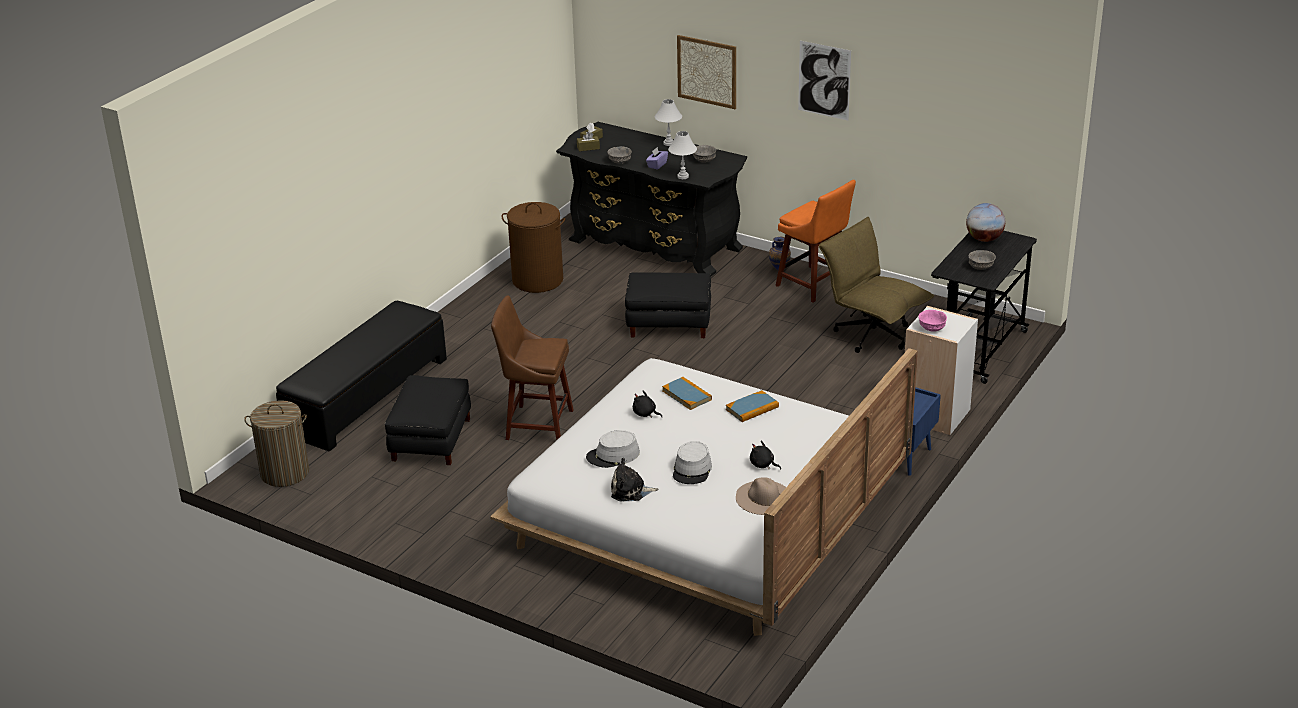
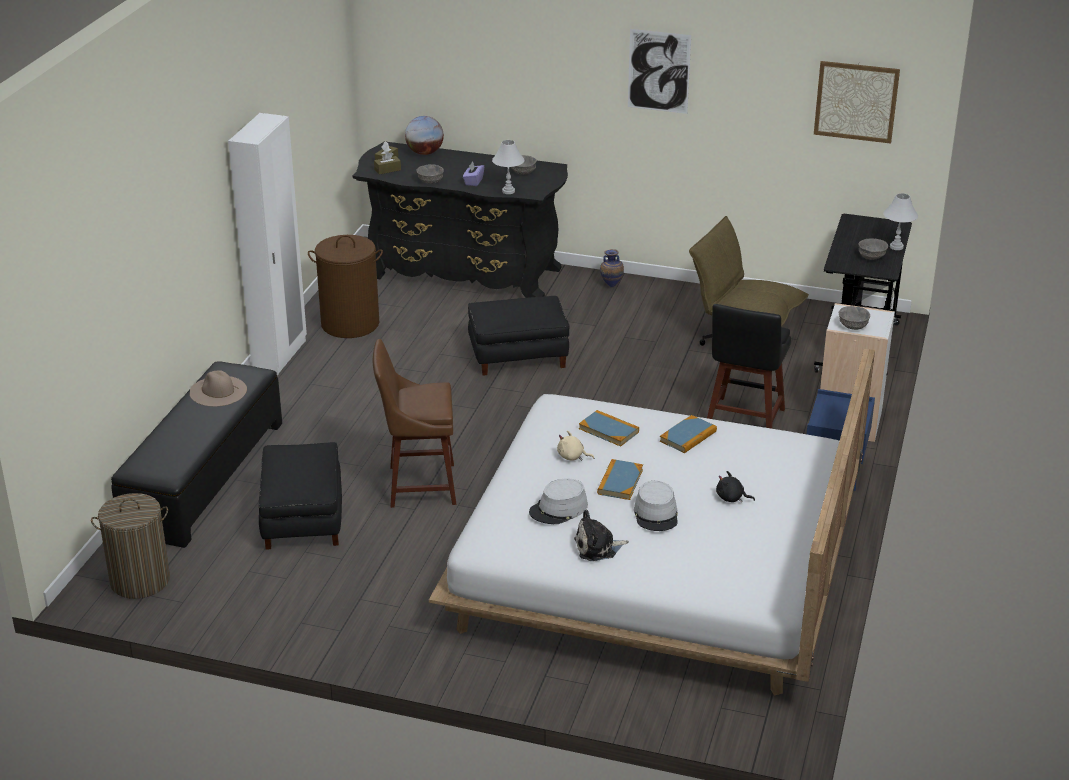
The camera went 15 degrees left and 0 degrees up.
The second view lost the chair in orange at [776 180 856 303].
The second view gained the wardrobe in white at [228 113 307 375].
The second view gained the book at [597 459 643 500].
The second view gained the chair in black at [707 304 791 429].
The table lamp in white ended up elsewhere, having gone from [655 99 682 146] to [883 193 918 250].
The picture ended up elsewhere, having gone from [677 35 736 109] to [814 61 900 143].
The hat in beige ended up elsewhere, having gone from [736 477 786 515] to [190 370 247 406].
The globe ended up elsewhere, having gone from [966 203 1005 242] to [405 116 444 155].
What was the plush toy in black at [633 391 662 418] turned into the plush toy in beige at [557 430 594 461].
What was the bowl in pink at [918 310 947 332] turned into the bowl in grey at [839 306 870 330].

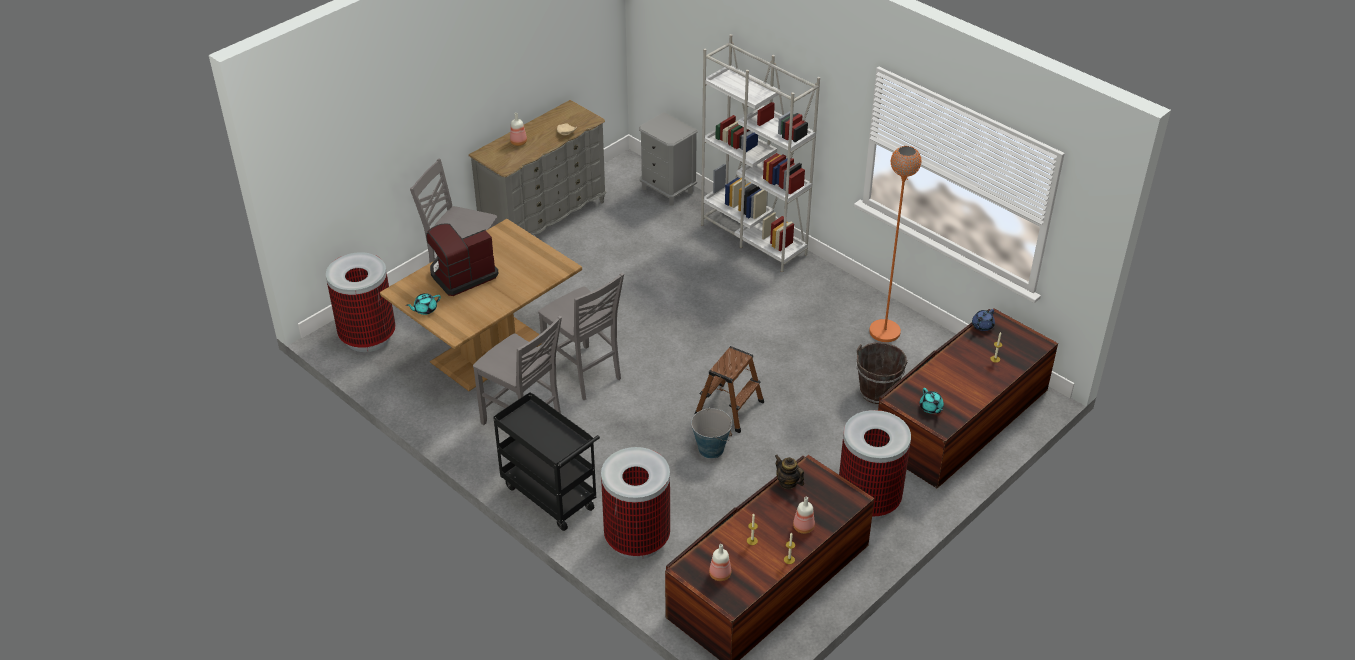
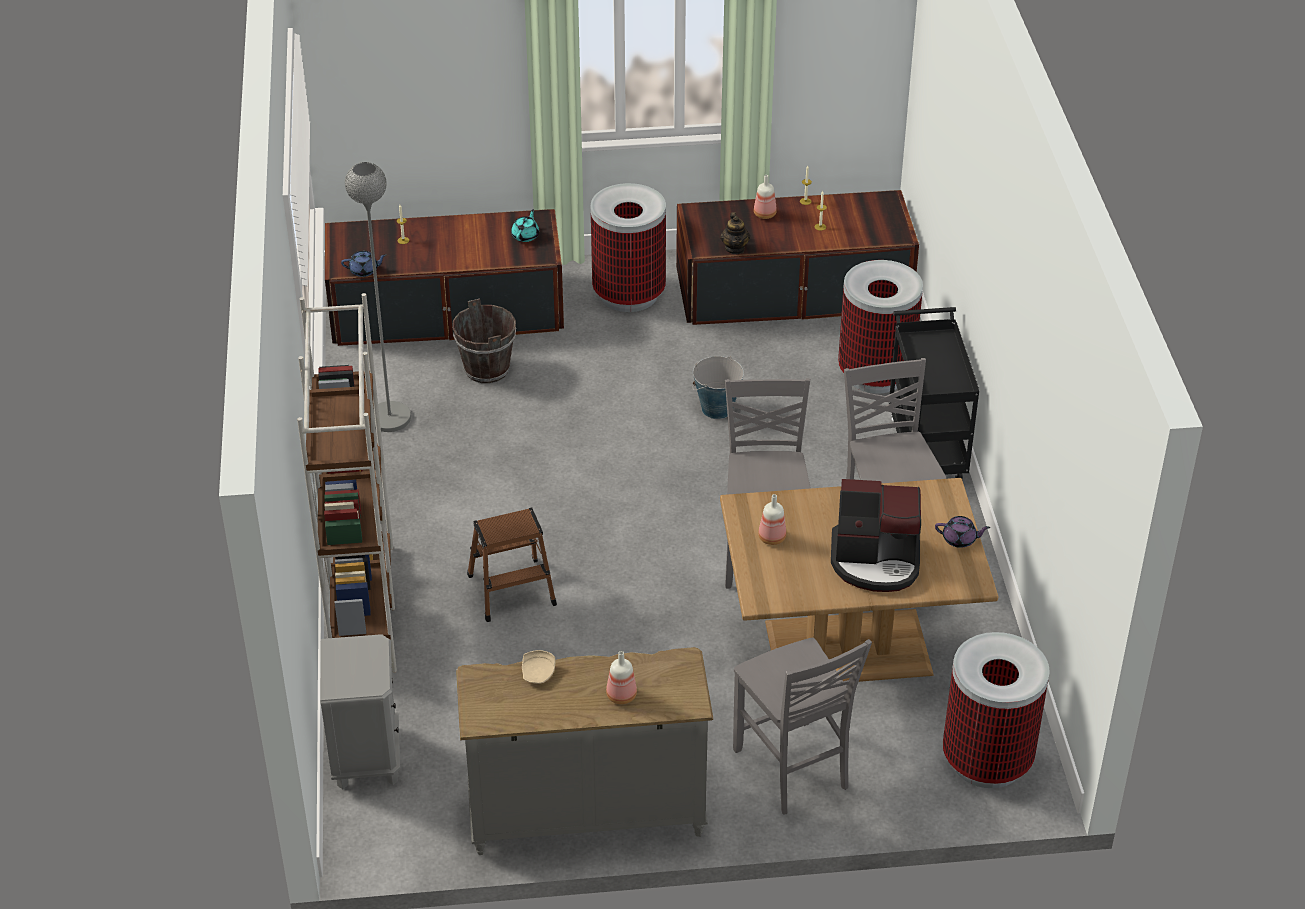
The camera went 140 degrees left and 0 degrees up.
The step ladder in brown ended up elsewhere, having gone from [695 346 764 433] to [467 507 557 622].
The bottle ended up elsewhere, having gone from [709 544 731 581] to [758 494 786 545].
What was the teapot in turquoise at [406 293 441 315] turned into the teapot in purple at [935 516 990 548].
What was the bookcase in white at [701 34 820 272] turned into the bookcase in brown at [297 293 397 673].
What was the floor lamp in orange at [869 146 921 342] turned into the floor lamp in grey at [345 162 411 432].

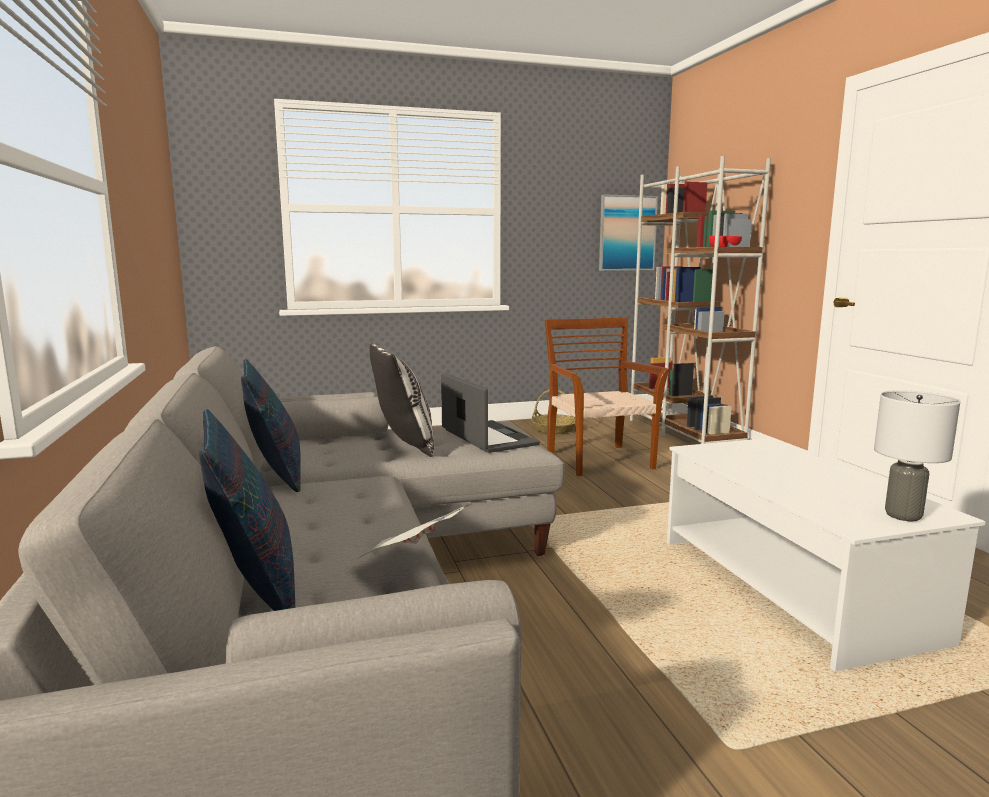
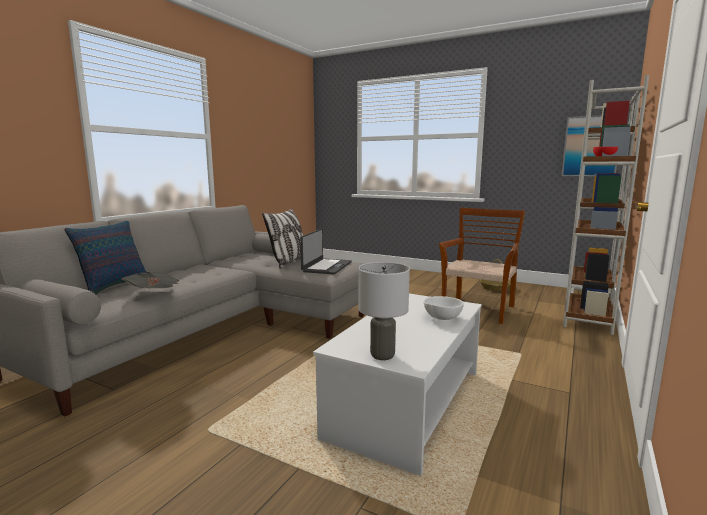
The camera went 45 degrees right and 0 degrees up.
The second view lost the pillow in blue at [241 359 301 492].
The second view gained the bowl in white at [424 296 464 320].

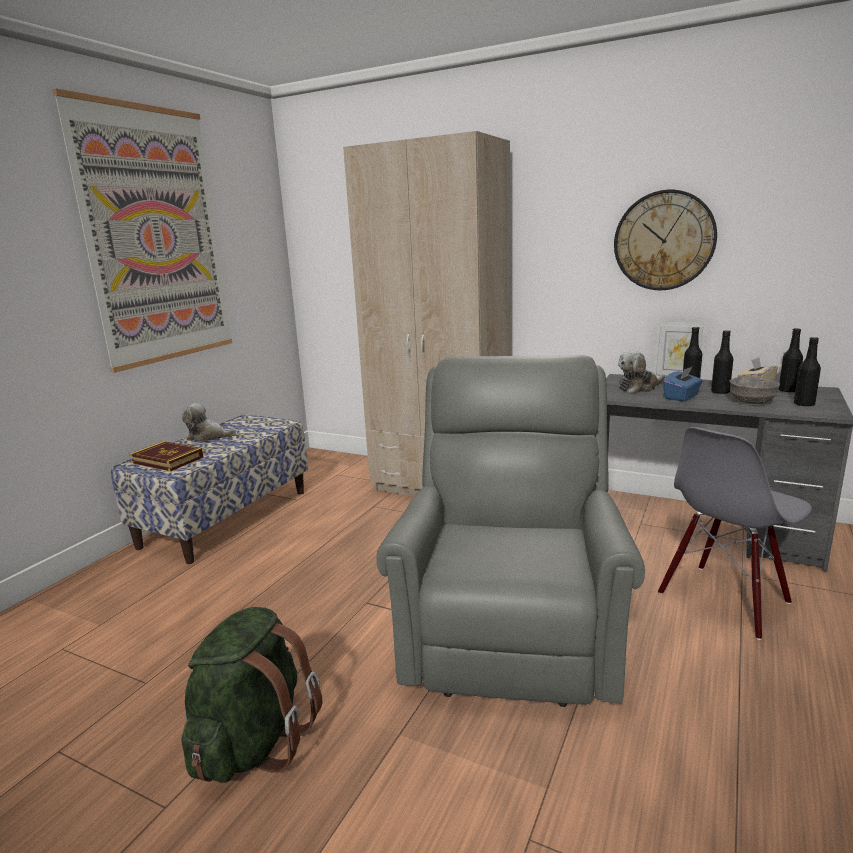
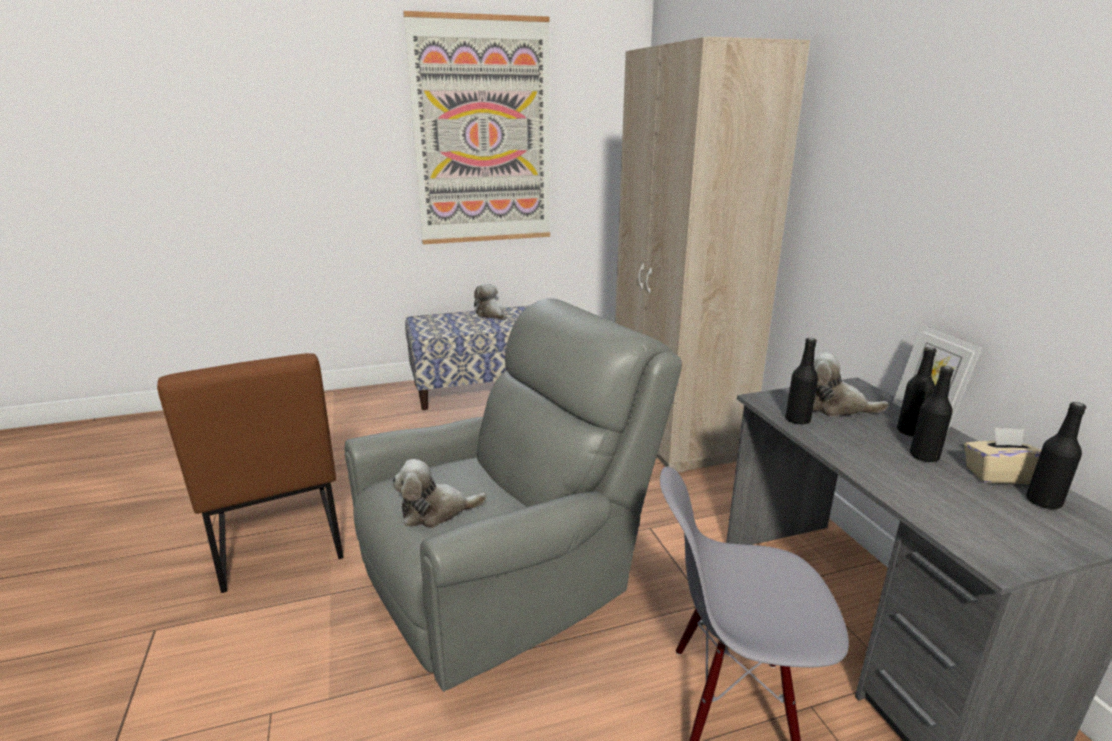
The camera went 45 degrees right and 5 degrees up.
The second view lost the book at [129 441 204 472].
The second view lost the wall clock at [614 190 717 290].
The second view lost the tissue box in blue at [663 366 703 402].
The second view lost the bowl in grey at [729 377 780 404].
The second view gained the plush toy at [392 459 487 528].
The bottle in black ended up elsewhere, having gone from [794 337 821 406] to [785 338 818 425].
Where the backpack in green stood at [182 607 322 783], the chair in brown came to stand at [157 353 344 593].

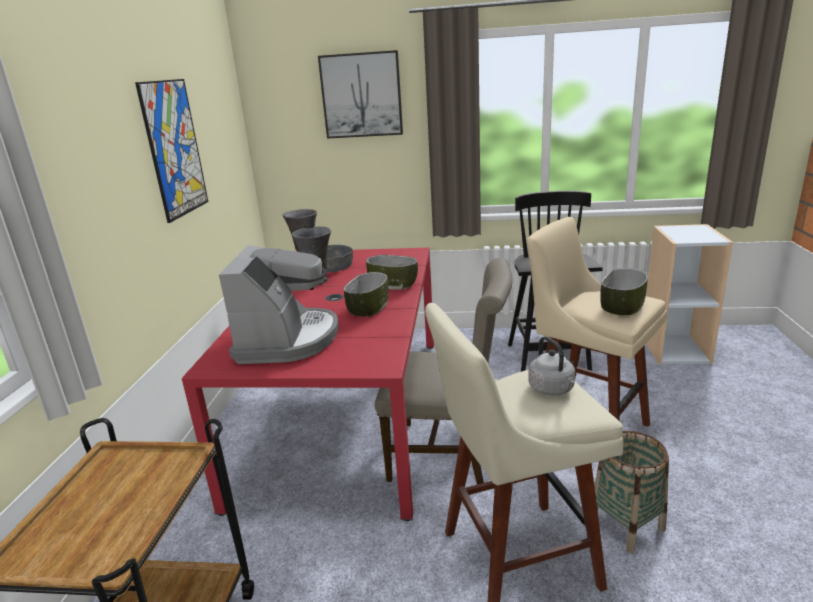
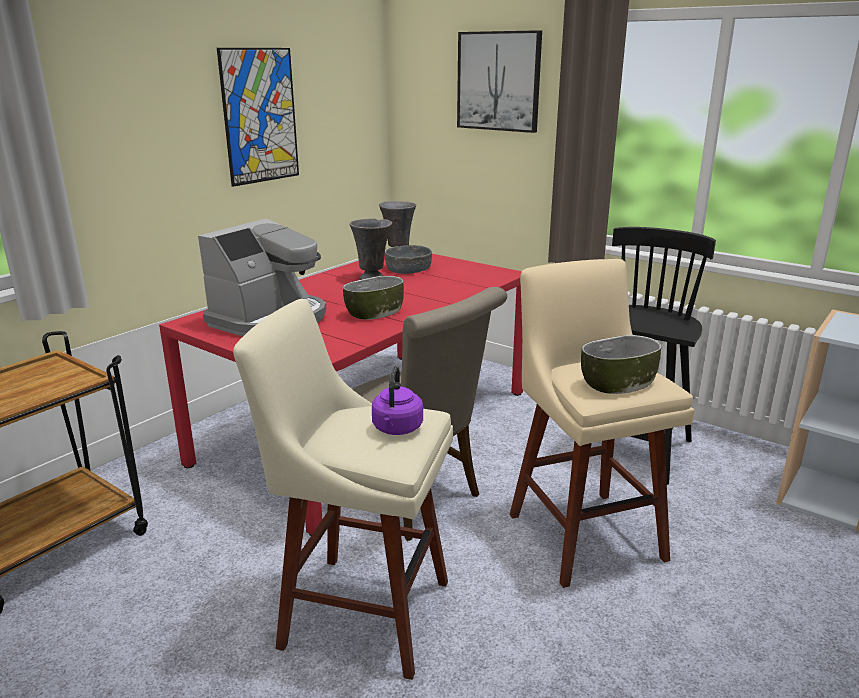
The camera went 30 degrees right and 0 degrees up.
The second view lost the bowl at [366 255 418 290].
The second view lost the basket at [594 431 669 553].
What was the kettle in grey at [528 336 575 396] turned into the kettle in purple at [372 366 423 435].

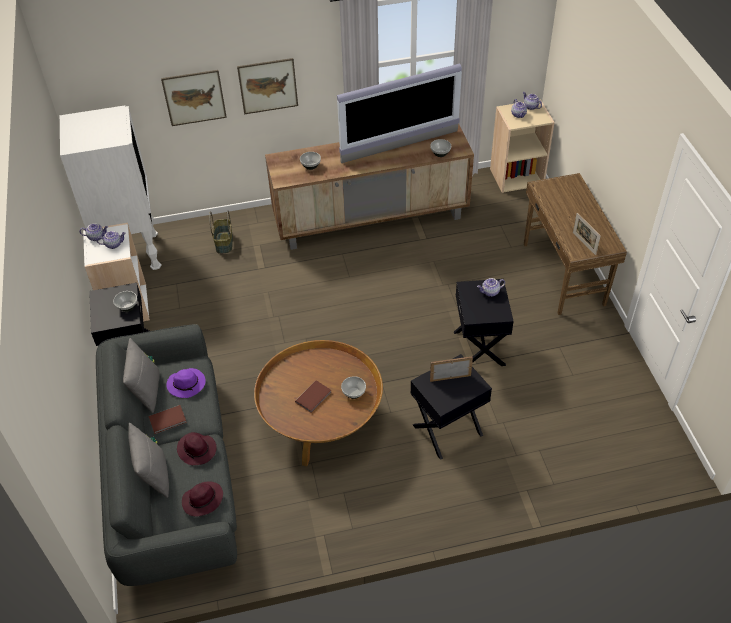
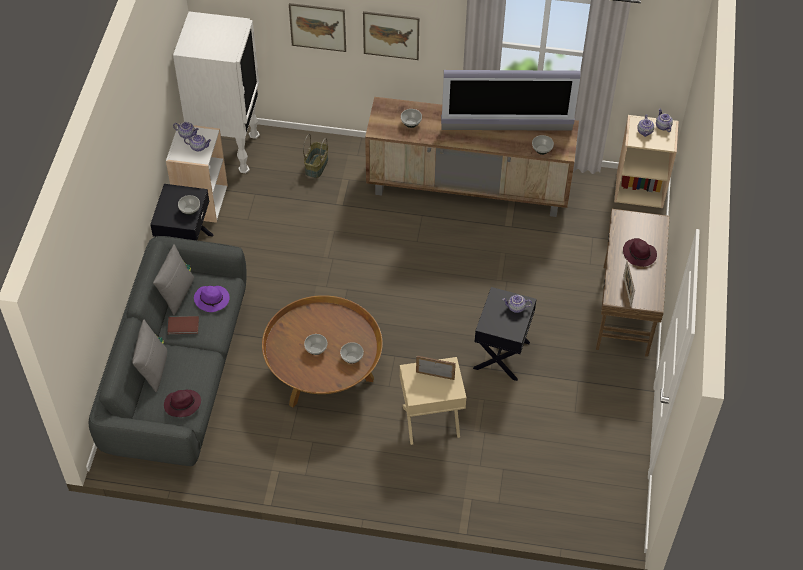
The camera went 20 degrees right and 5 degrees up.
The hat in purple ended up elsewhere, having gone from [177 432 216 465] to [623 238 657 267].
Where the book in brown stood at [295 380 331 413], the bowl came to stand at [304 334 327 355].
What was the side table in black at [410 354 492 460] turned into the side table in beige at [400 357 467 445].

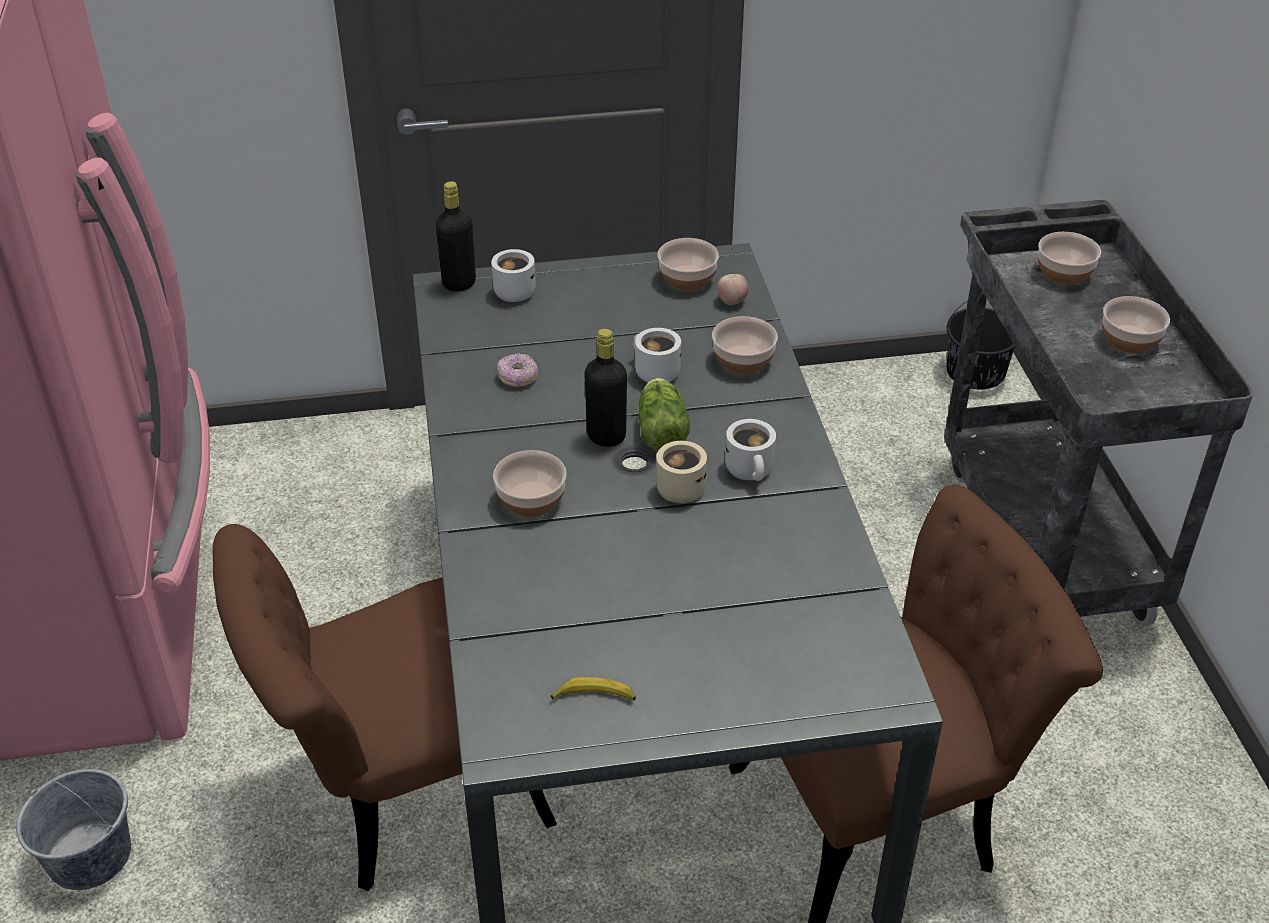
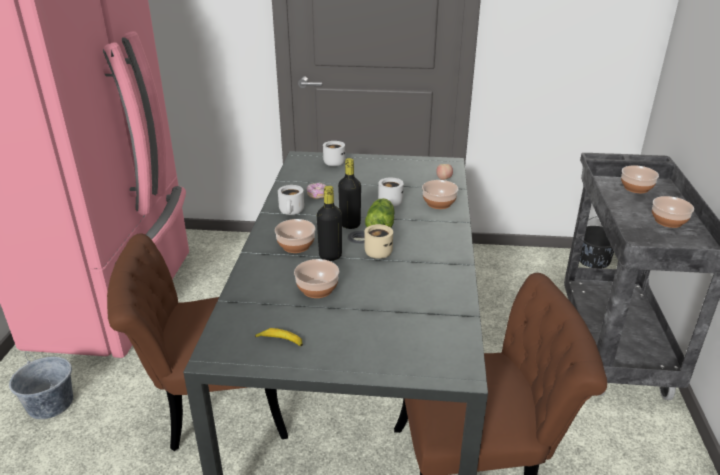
The camera went 15 degrees right and 10 degrees down.
The bottle in black ended up elsewhere, having gone from [435 181 476 292] to [317 186 342 261].
The bowl ended up elsewhere, having gone from [657 238 719 291] to [294 259 339 298].
The mug in white ended up elsewhere, having gone from [725 419 776 481] to [278 185 304 215].

